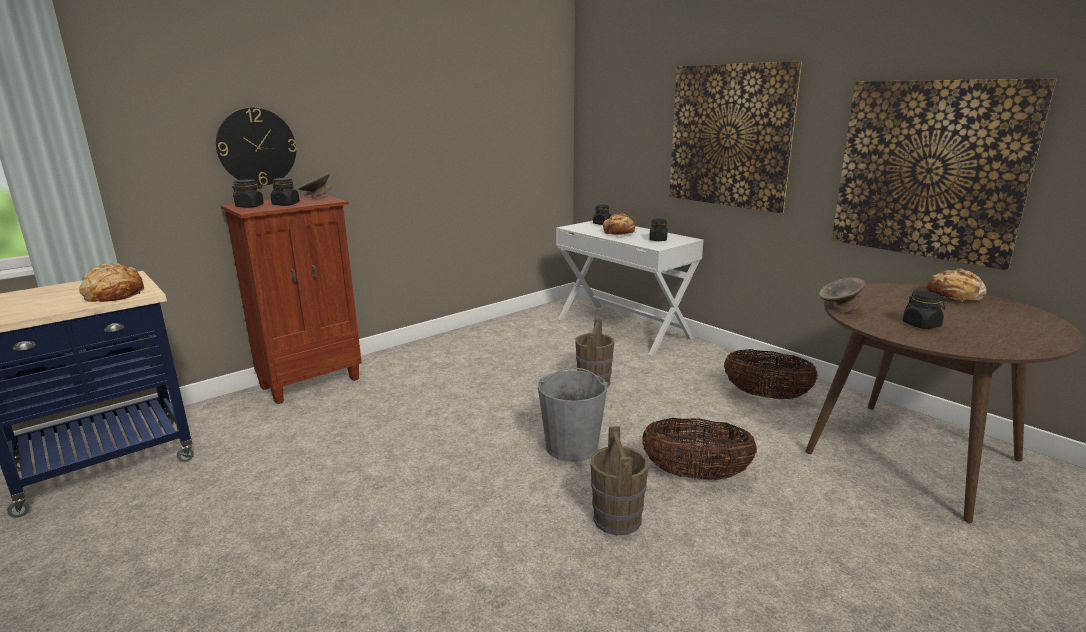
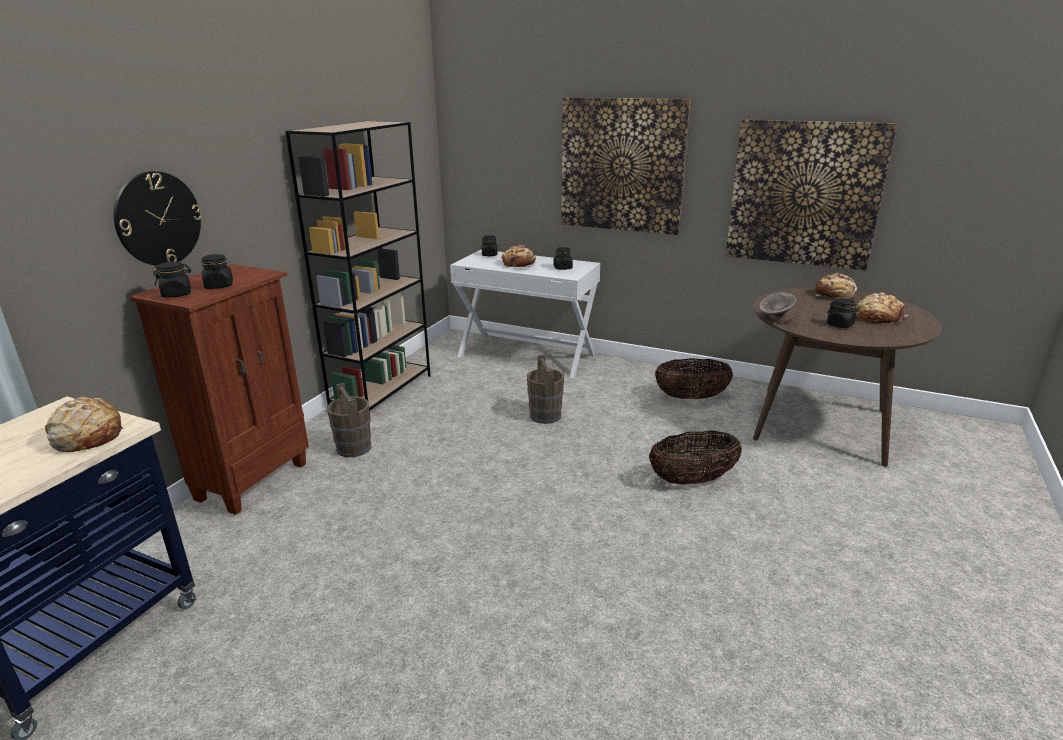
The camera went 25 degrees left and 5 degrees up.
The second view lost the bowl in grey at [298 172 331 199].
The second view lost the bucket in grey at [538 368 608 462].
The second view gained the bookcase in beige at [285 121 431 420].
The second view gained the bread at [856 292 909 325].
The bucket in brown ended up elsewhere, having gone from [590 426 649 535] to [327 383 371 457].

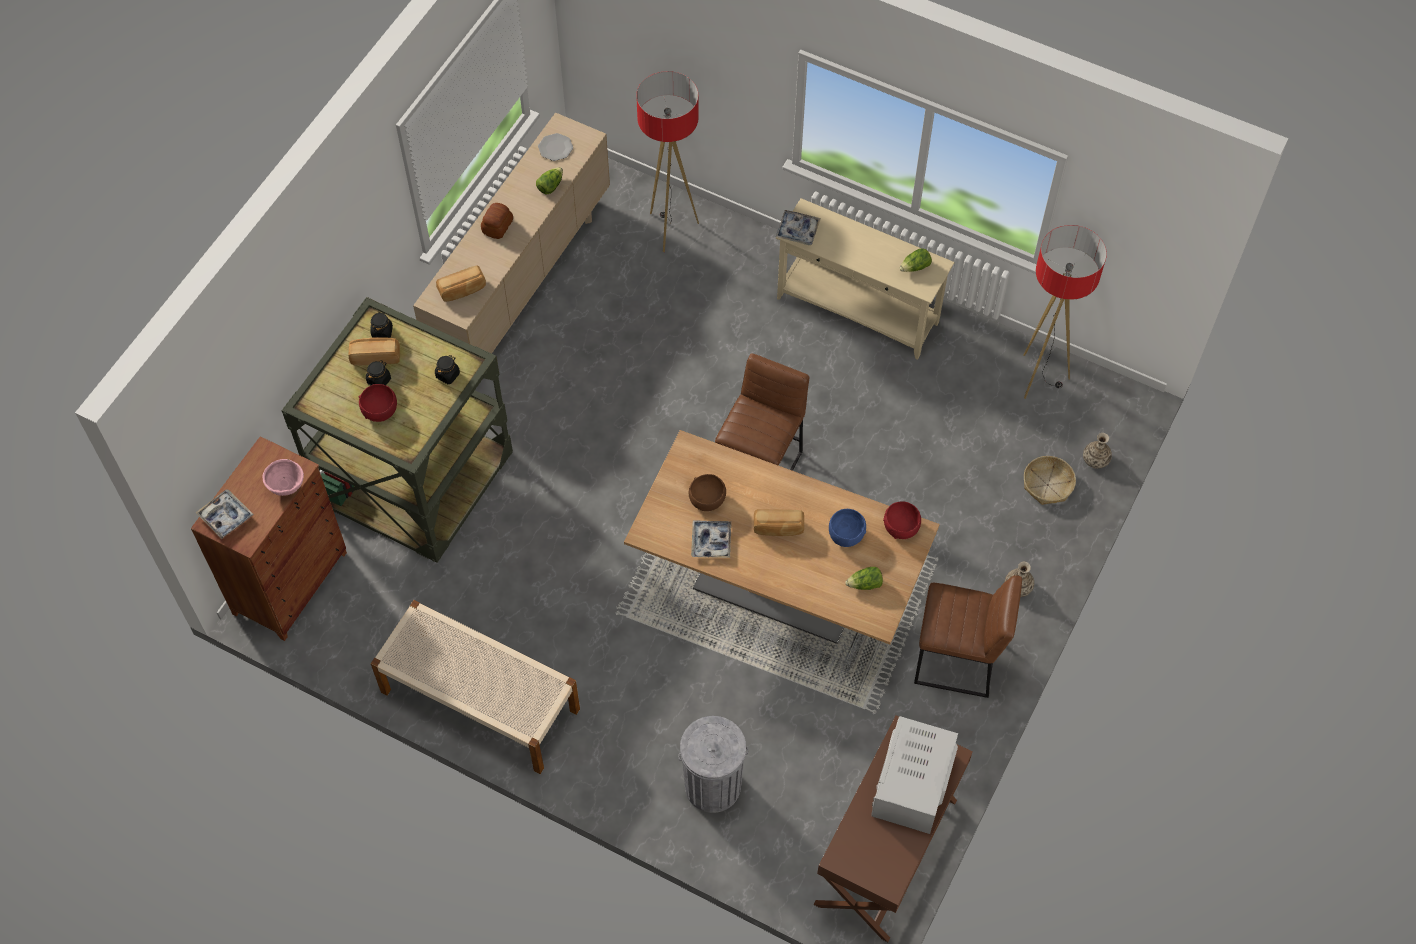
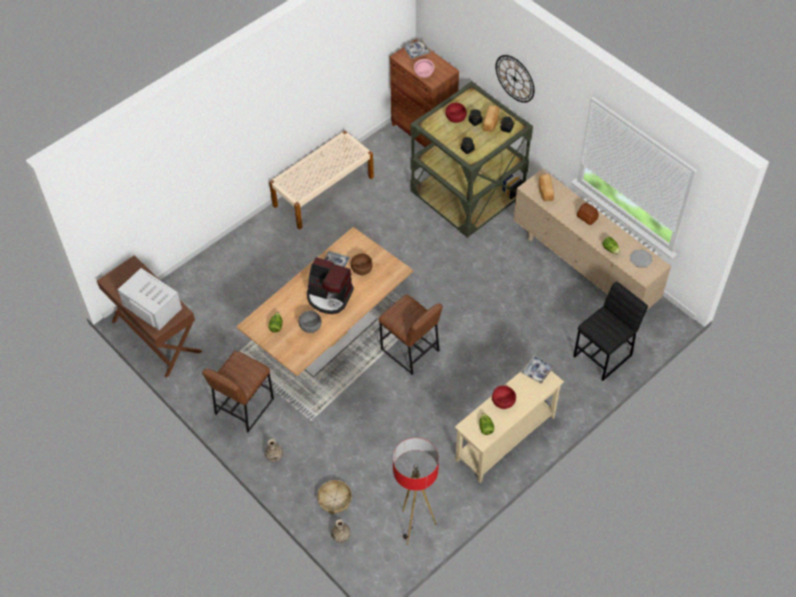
The camera went 110 degrees right and 5 degrees down.
The second view lost the trash can in grey at [678 716 748 813].
The second view gained the wall clock at [496 55 535 103].
The bowl in red ended up elsewhere, having gone from [883 501 921 539] to [492 386 516 409].
Where the floor lamp stood at [636 71 699 252], the chair in black came to stand at [573 281 648 381].
Where the bread stood at [754 509 804 536], the coffee machine came to stand at [307 257 354 314].
What was the bowl in blue at [829 509 866 547] turned into the bowl in grey at [299 311 322 333].

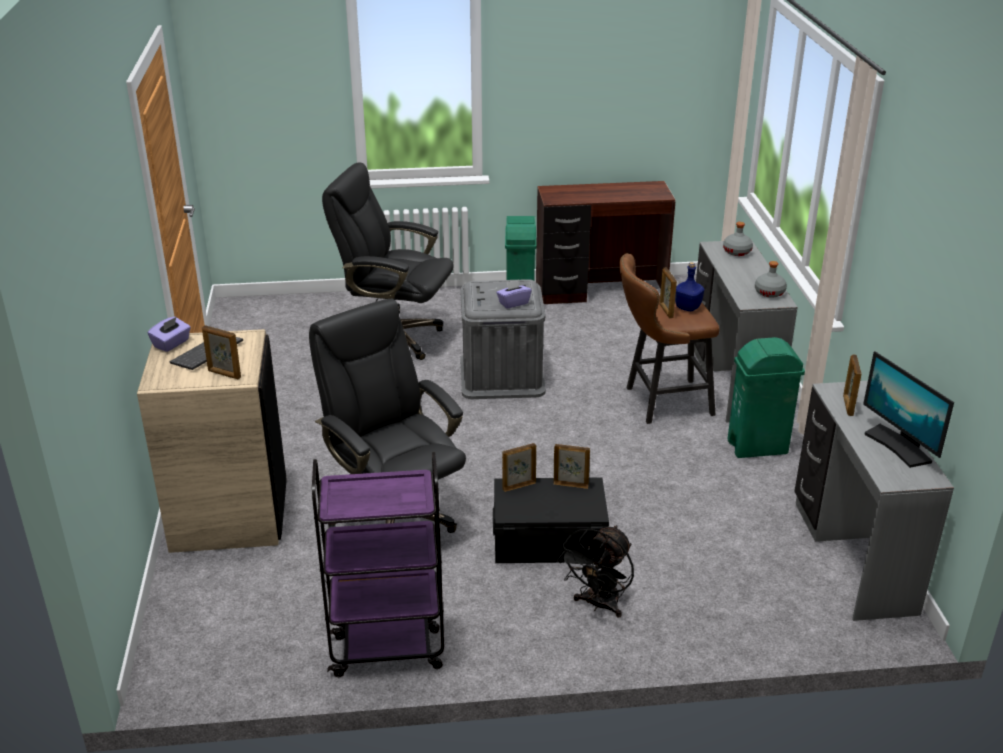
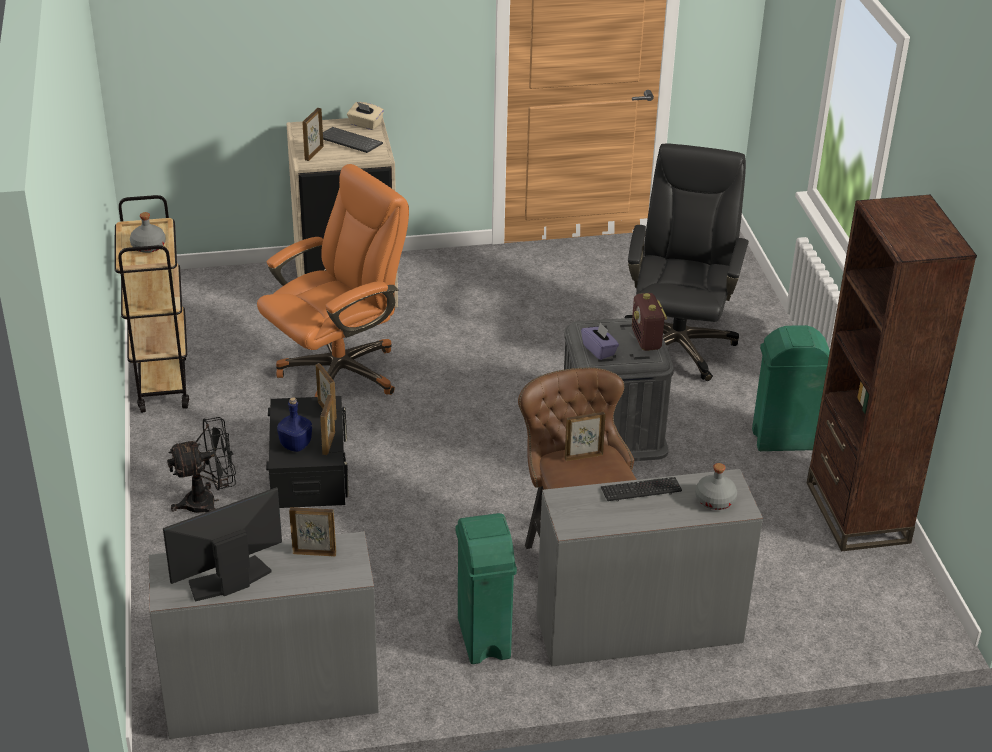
The camera went 85 degrees right and 5 degrees up.
The second view gained the keyboard at [601 477 682 502].
The second view gained the radio at [632 293 667 351].
The bottle in blue ended up elsewhere, having gone from [675 262 704 311] to [277 397 312 452].
The bottle in grey ended up elsewhere, having gone from [755 261 787 298] to [130 212 166 253].
Where the desk in brown stood at [536 181 675 304], the bookcase in brown came to stand at [807 195 977 551].
What was the tissue box in purple at [148 317 191 352] turned into the tissue box in beige at [347 102 384 130].
What was the office chair in black at [309 299 466 533] turned into the office chair in orange at [257 164 409 397].
What was the cart in purple at [312 452 444 677] turned into the cart in brown at [114 195 189 413].
The fan in black at [557 525 634 618] ended up facing another way, 135 degrees clockwise from before.

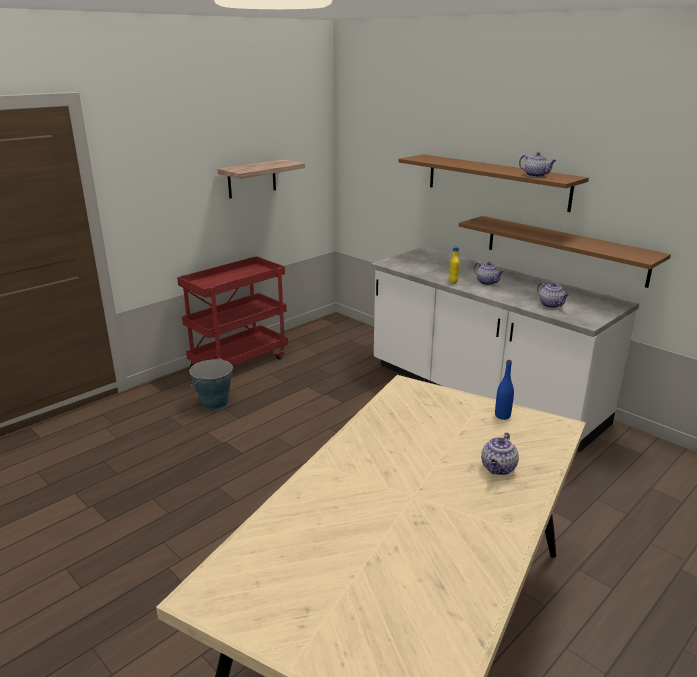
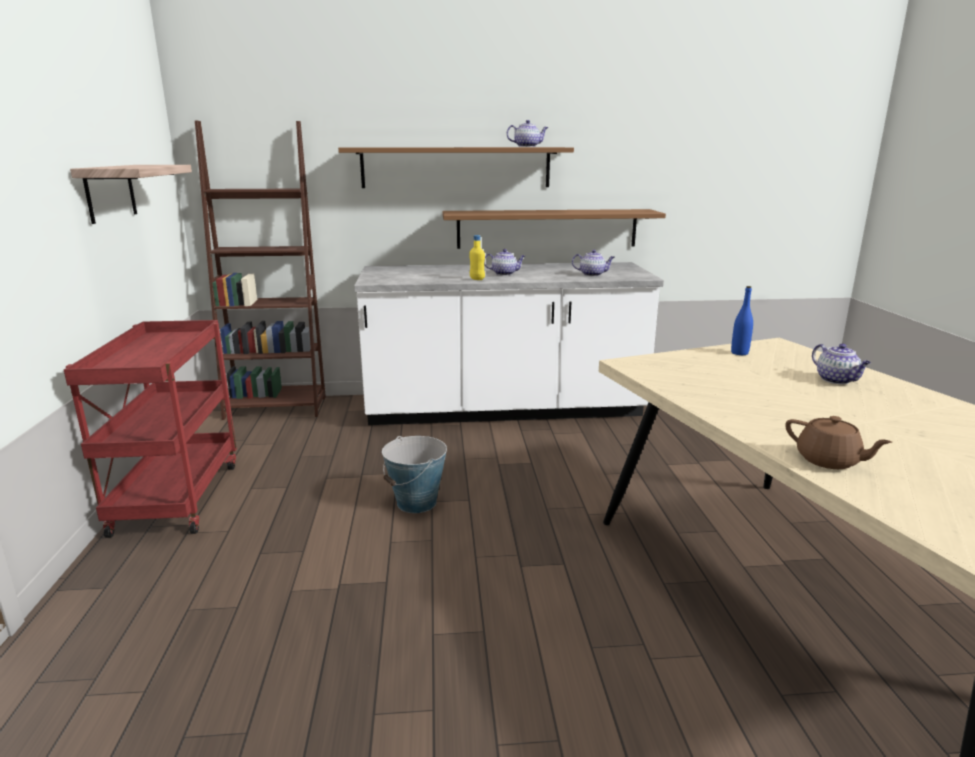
The camera went 50 degrees left and 5 degrees down.
The second view gained the bookcase in brown at [195 121 326 420].
The second view gained the teapot in brown at [785 416 892 469].
The bucket ended up elsewhere, having gone from [189 358 233 410] to [382 436 447 513].

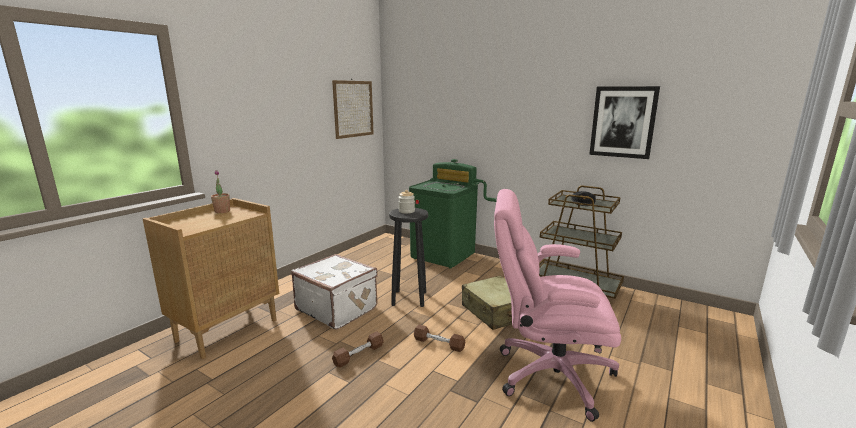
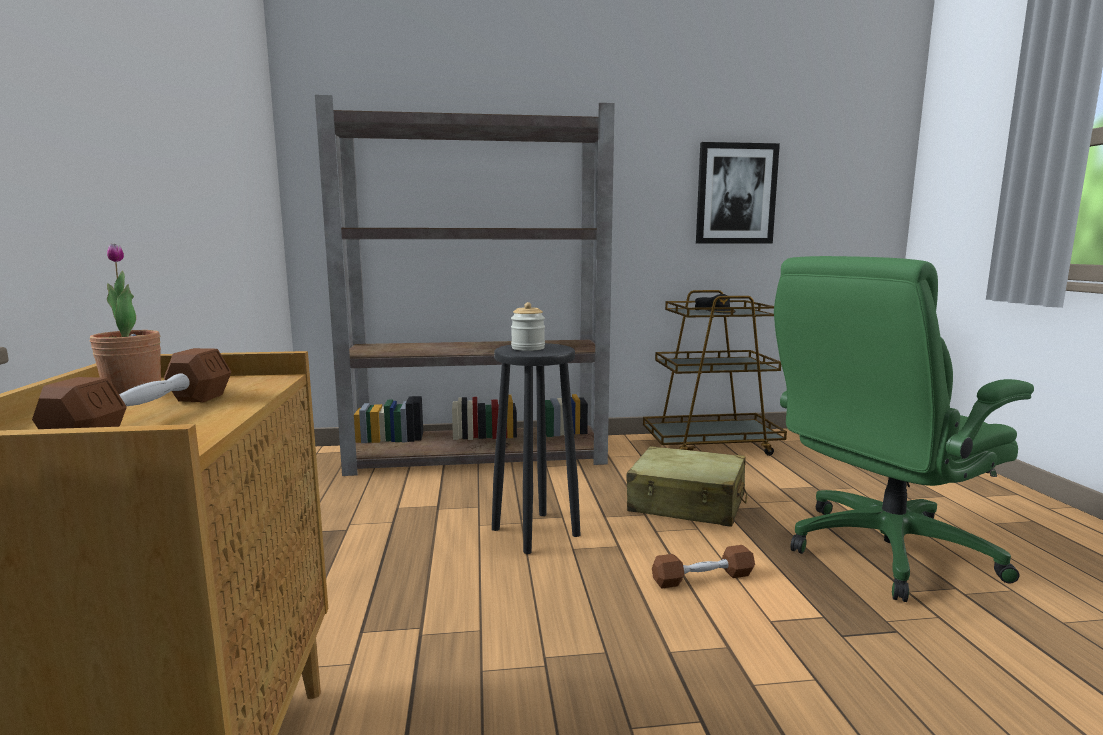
The camera went 40 degrees left and 5 degrees down.
The second view lost the suitcase in white at [291 254 378 330].
The second view lost the picture at [332 79 374 139].
The dumbbell in brown ended up elsewhere, having gone from [332 331 384 368] to [32 348 232 429].
Where the washing machine in green stood at [409 159 497 269], the bookcase in brown came to stand at [315 95 615 476].
What was the office chair in pink at [494 189 621 422] turned into the office chair in green at [774 256 1034 602].

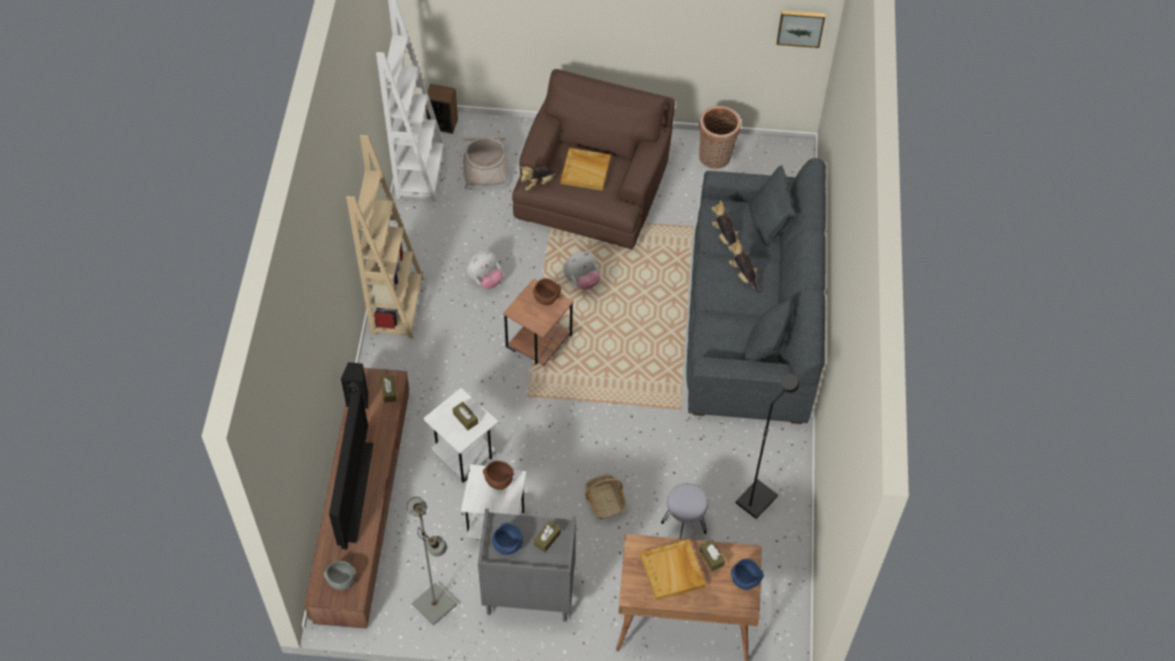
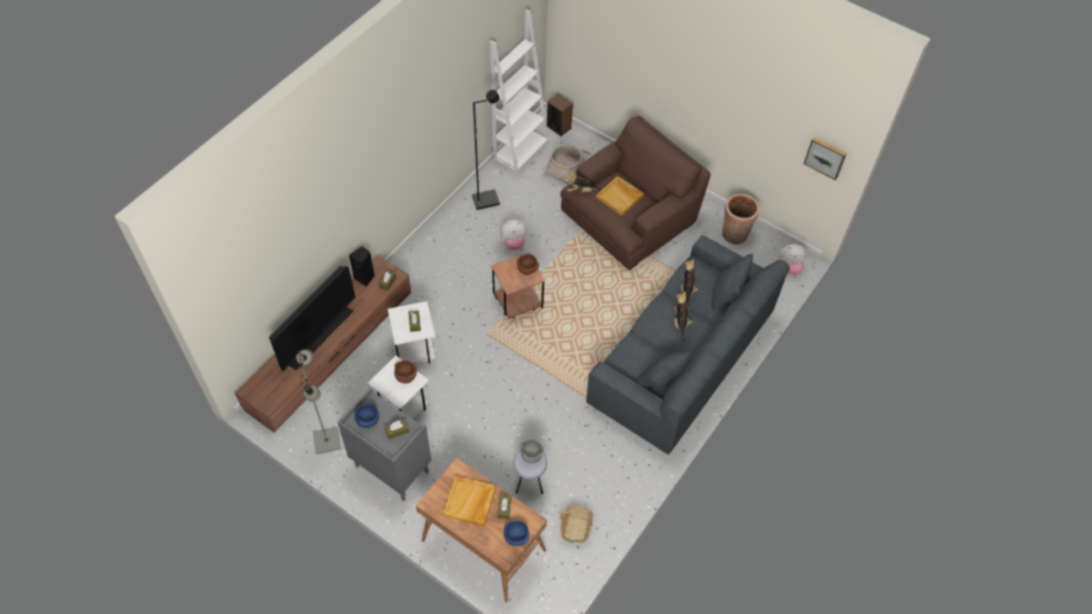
The camera went 30 degrees right and 0 degrees up.
The second view lost the bookcase in beige at [346 135 424 338].
The bowl in grey ended up elsewhere, having gone from [324 561 355 590] to [520 439 544 463].
The plush toy ended up elsewhere, having gone from [563 252 600 290] to [779 244 806 275].
The basket ended up elsewhere, having gone from [585 474 626 519] to [560 505 593 544].
The floor lamp in black ended up elsewhere, having gone from [736 374 799 519] to [472 90 500 210].

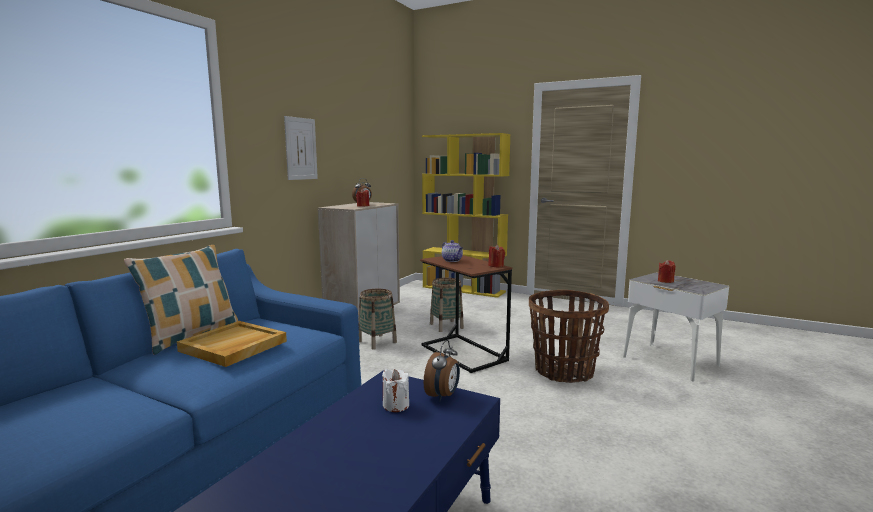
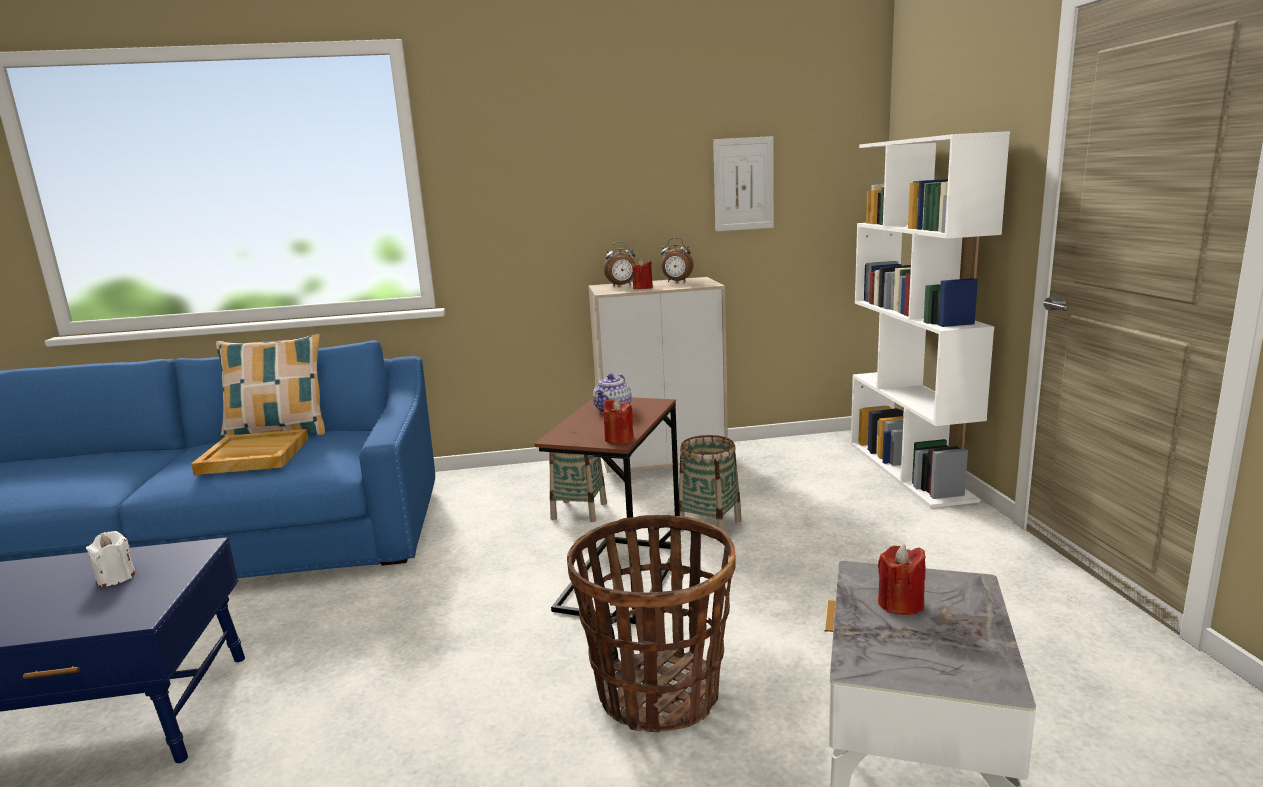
The camera went 55 degrees right and 5 degrees up.
The picture ended up elsewhere, having gone from [284 116 318 180] to [713 136 774 232].
The alarm clock ended up elsewhere, having gone from [424 340 460 401] to [604 241 635 286].
What was the bookcase in yellow at [422 133 511 298] turned into the bookcase in white at [851 131 1010 508].

